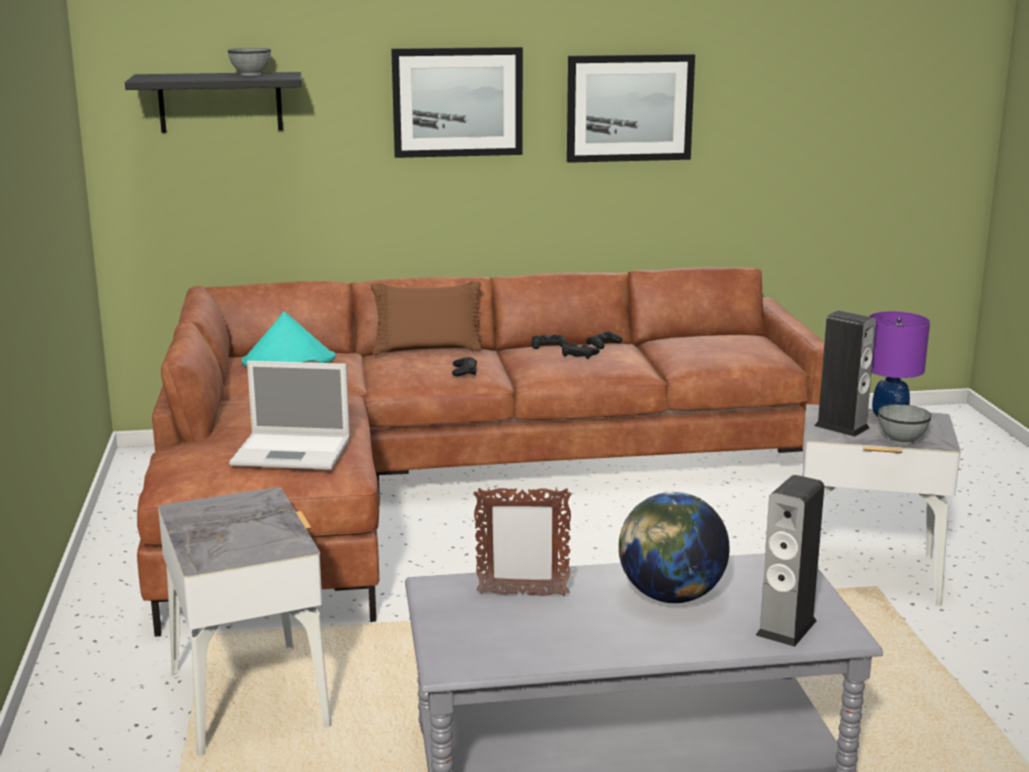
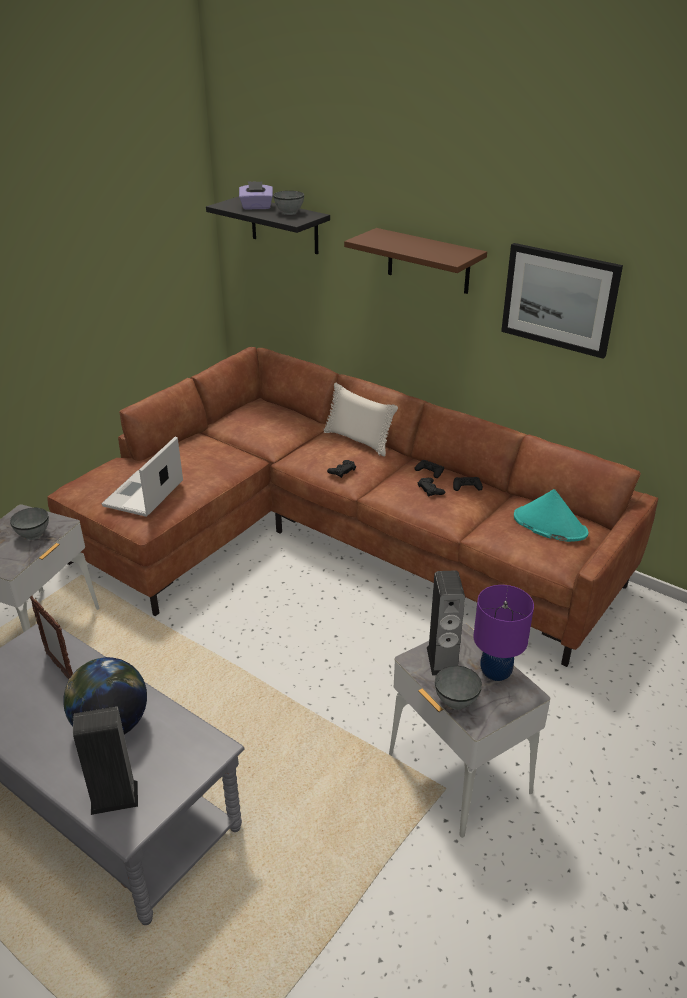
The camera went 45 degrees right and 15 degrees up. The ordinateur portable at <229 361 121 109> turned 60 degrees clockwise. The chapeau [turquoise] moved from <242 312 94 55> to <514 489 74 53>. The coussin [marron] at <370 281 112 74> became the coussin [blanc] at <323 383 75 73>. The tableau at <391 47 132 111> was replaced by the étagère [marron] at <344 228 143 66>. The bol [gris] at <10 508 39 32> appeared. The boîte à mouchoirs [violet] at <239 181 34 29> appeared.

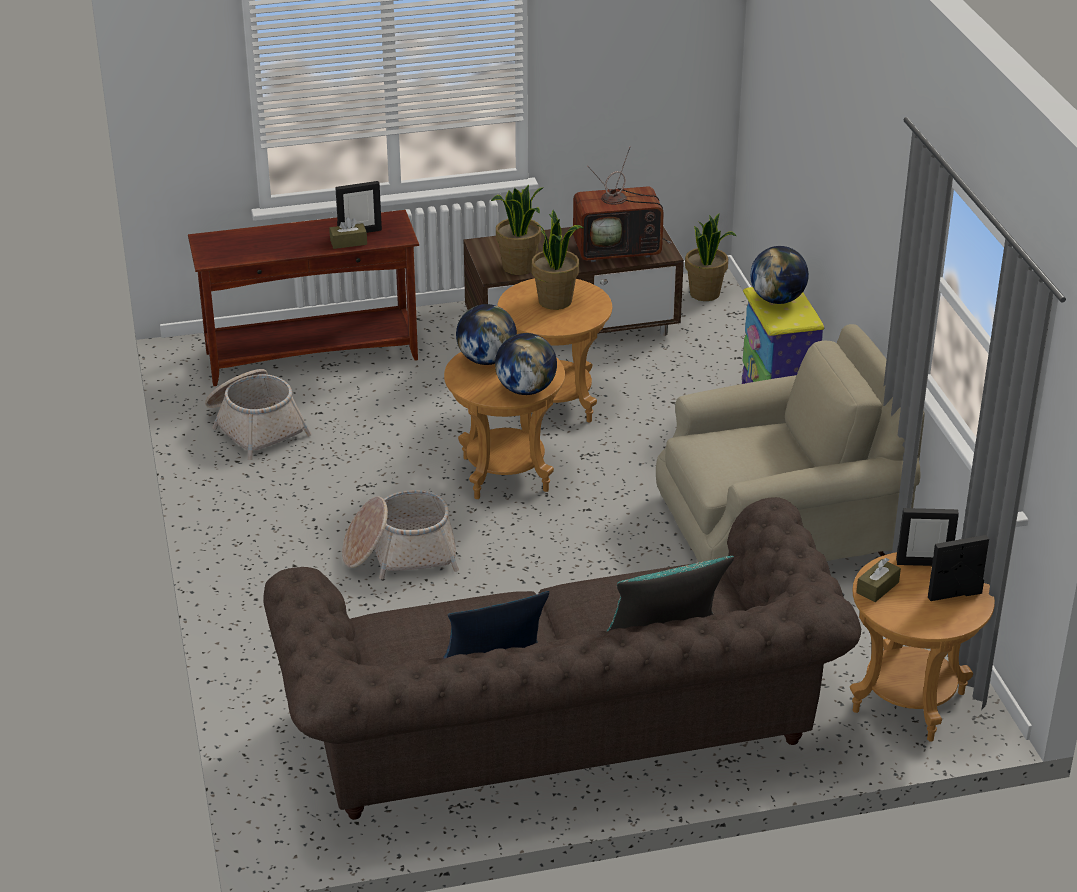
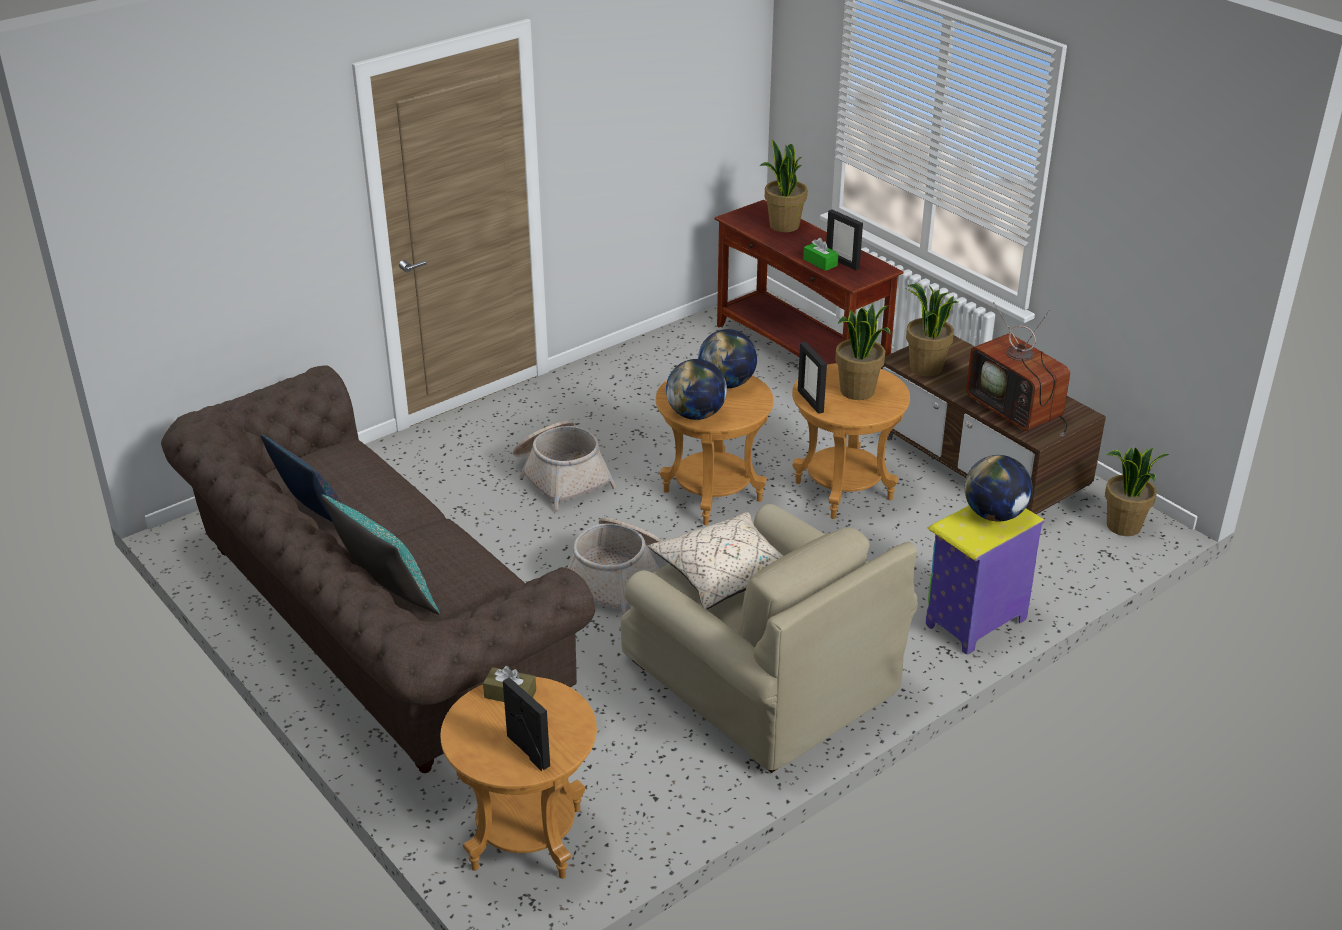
The camera went 65 degrees right and 0 degrees up. The panier moved from <205 369 107 91> to <568 518 94 98>. The boîte à mouchoirs [marron] at <329 217 38 32> became the boîte à mouchoirs [vert] at <803 238 35 33>. The cadre photo moved from <896 508 63 58> to <798 342 29 72>. The coussin [beige] at <648 512 135 97> appeared. The plante en pot at <760 139 47 93> appeared.

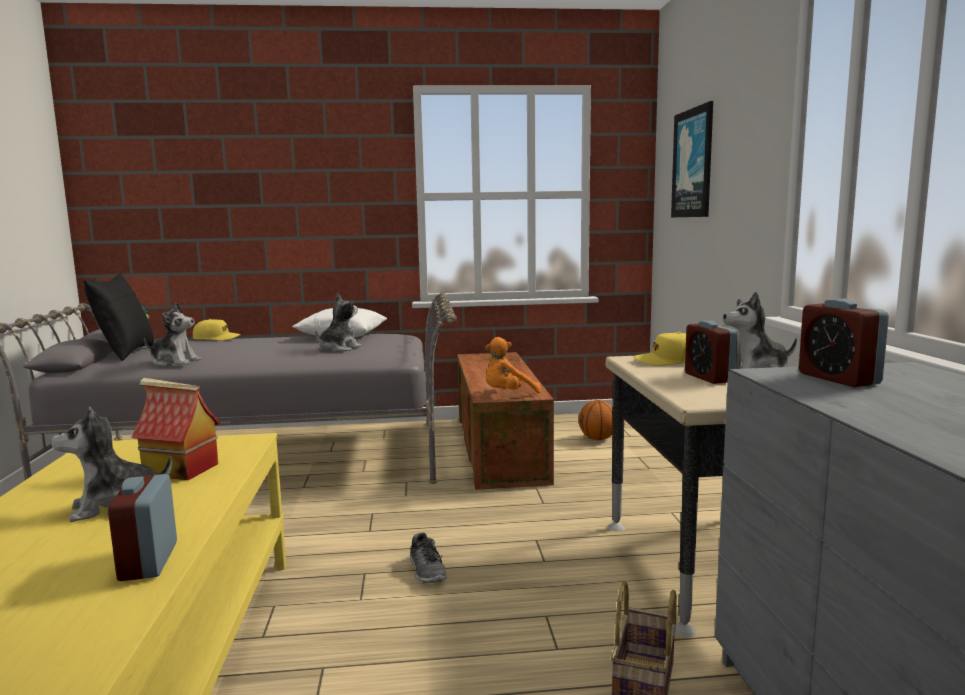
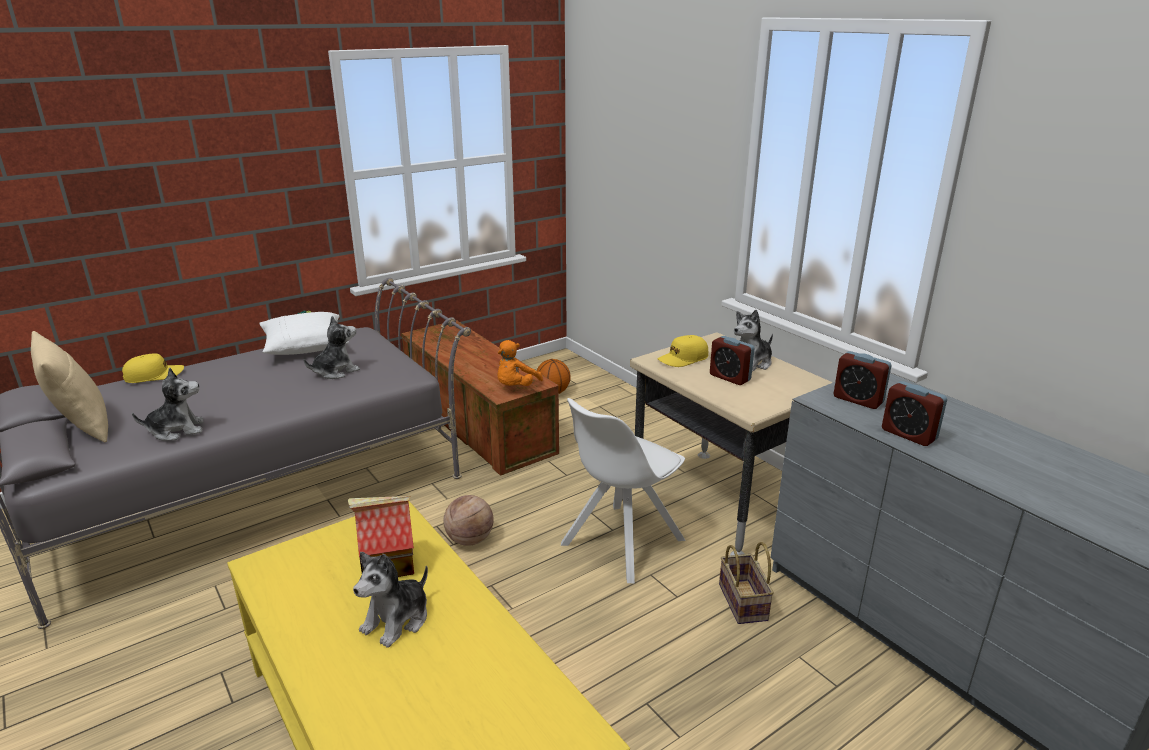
The camera went 30 degrees left and 15 degrees up. The coussin [noir] at <84 273 70 88> became the coussin [beige] at <31 331 77 112>. The réveil moved from <108 474 69 107> to <882 381 65 65>. The peluche at <316 293 45 59> turned 45 degrees clockwise. The chaussure at <409 532 38 52> disappeared. The tableau at <671 101 42 116> disappeared. The ballon de basket at <443 495 51 51> appeared. The chaise [blanc] at <561 398 125 185> appeared.

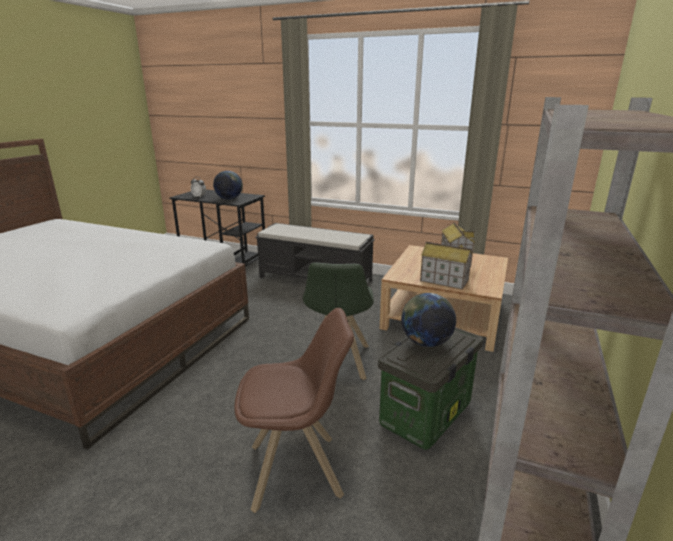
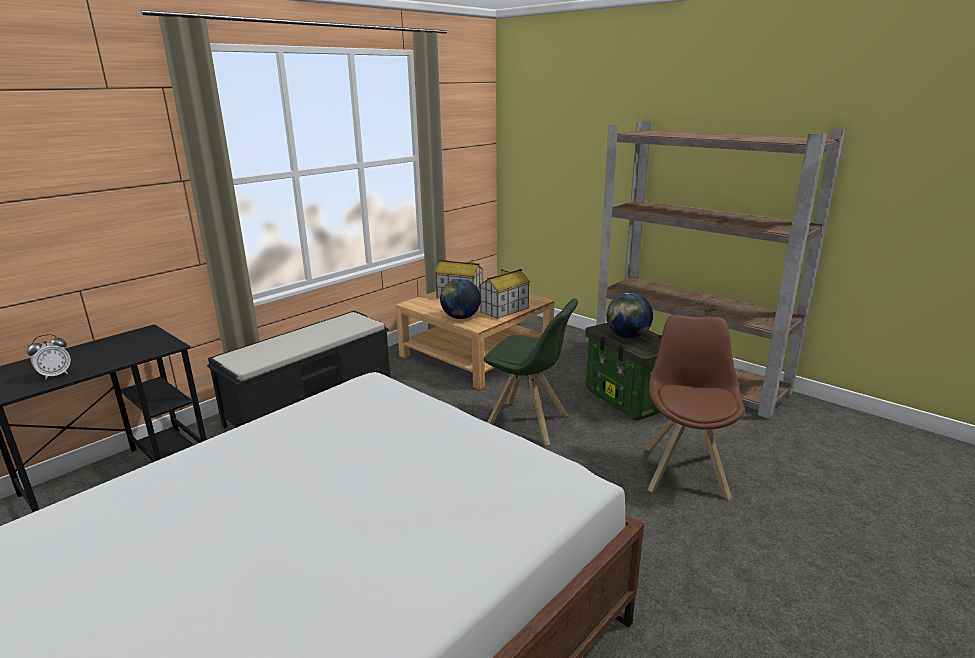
The camera went 70 degrees left and 0 degrees up. The globe moved from <213 171 30 29> to <440 279 41 40>.

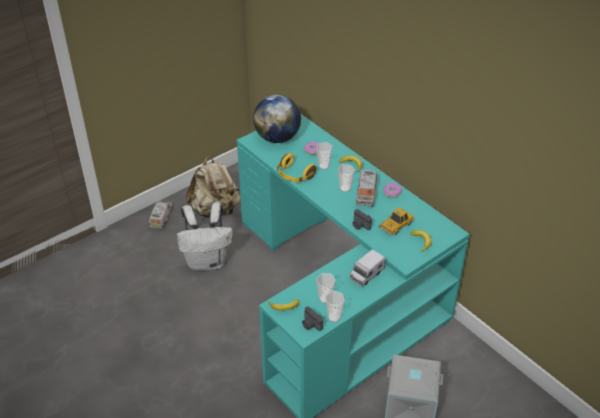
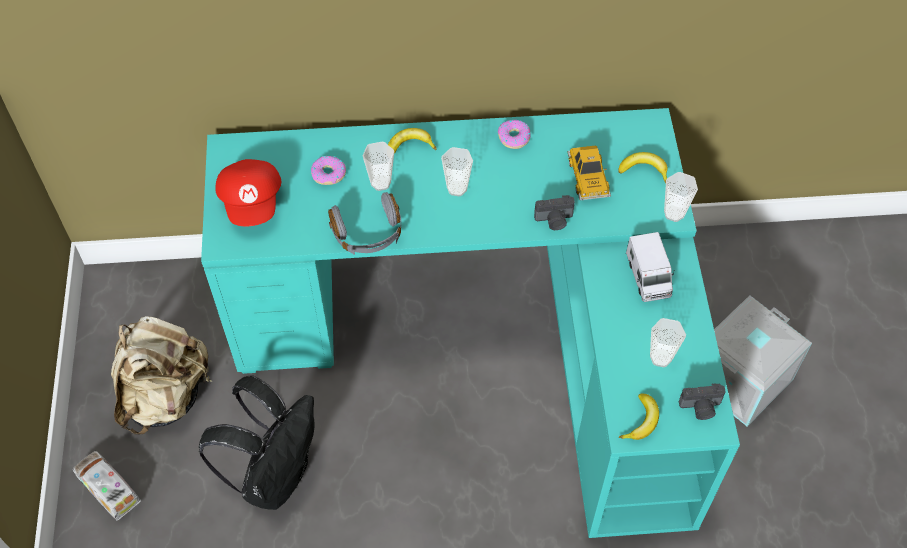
The camera went 55 degrees left and 15 degrees up. The sac à dos [blanc] at <177 202 56 69> became the sac à dos [noir] at <199 375 115 135>. The globe at <253 95 48 48> was replaced by the casquette [rouge] at <216 159 65 67>. The casque audio [jaune] at <277 153 39 30> became the casque audio [gris] at <328 192 73 63>. The tasse moved from <326 291 19 31> to <664 172 34 50>. The camion jouet at <356 170 21 37> disappeared.

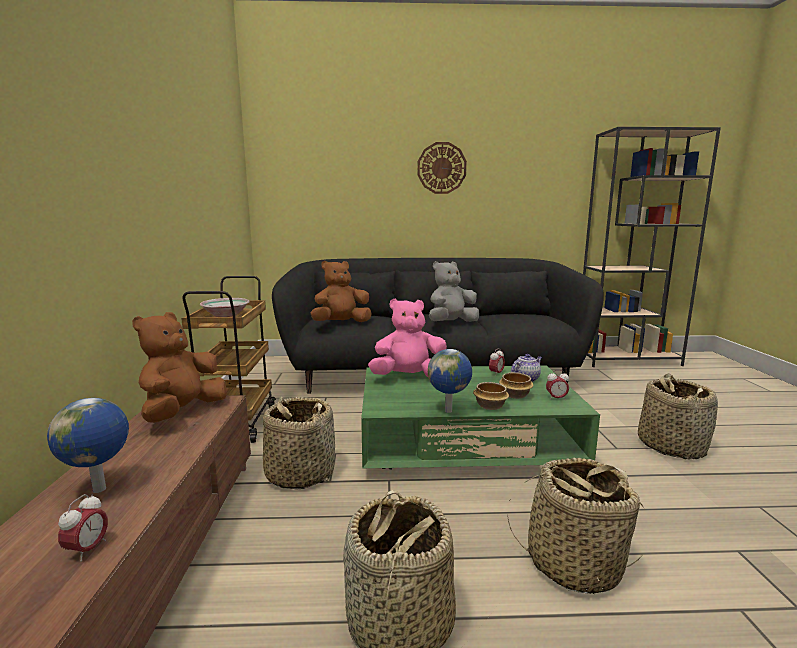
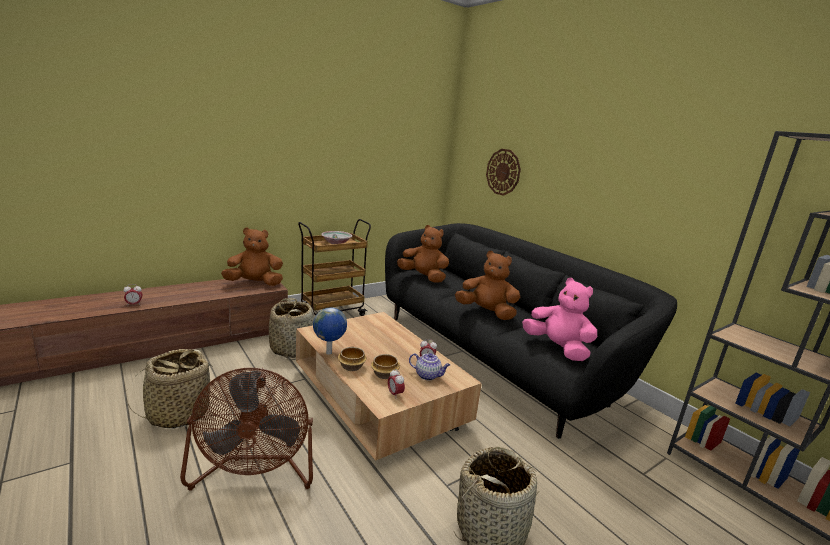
The camera went 55 degrees right and 5 degrees up. The globe at <47 398 82 95> disappeared. The table basse [vert] at <361 366 239 103> became the table basse [marron] at <296 312 186 149>. The peluche [rose] moved from <368 298 79 79> to <522 278 75 83>. The horloge murale moved from <417 142 50 52> to <486 149 35 47>. The peluche [gris] at <429 261 50 61> became the peluche [marron] at <455 251 65 69>. The panier at <507 458 137 137> was replaced by the ventilateur [marron] at <180 367 133 124>.

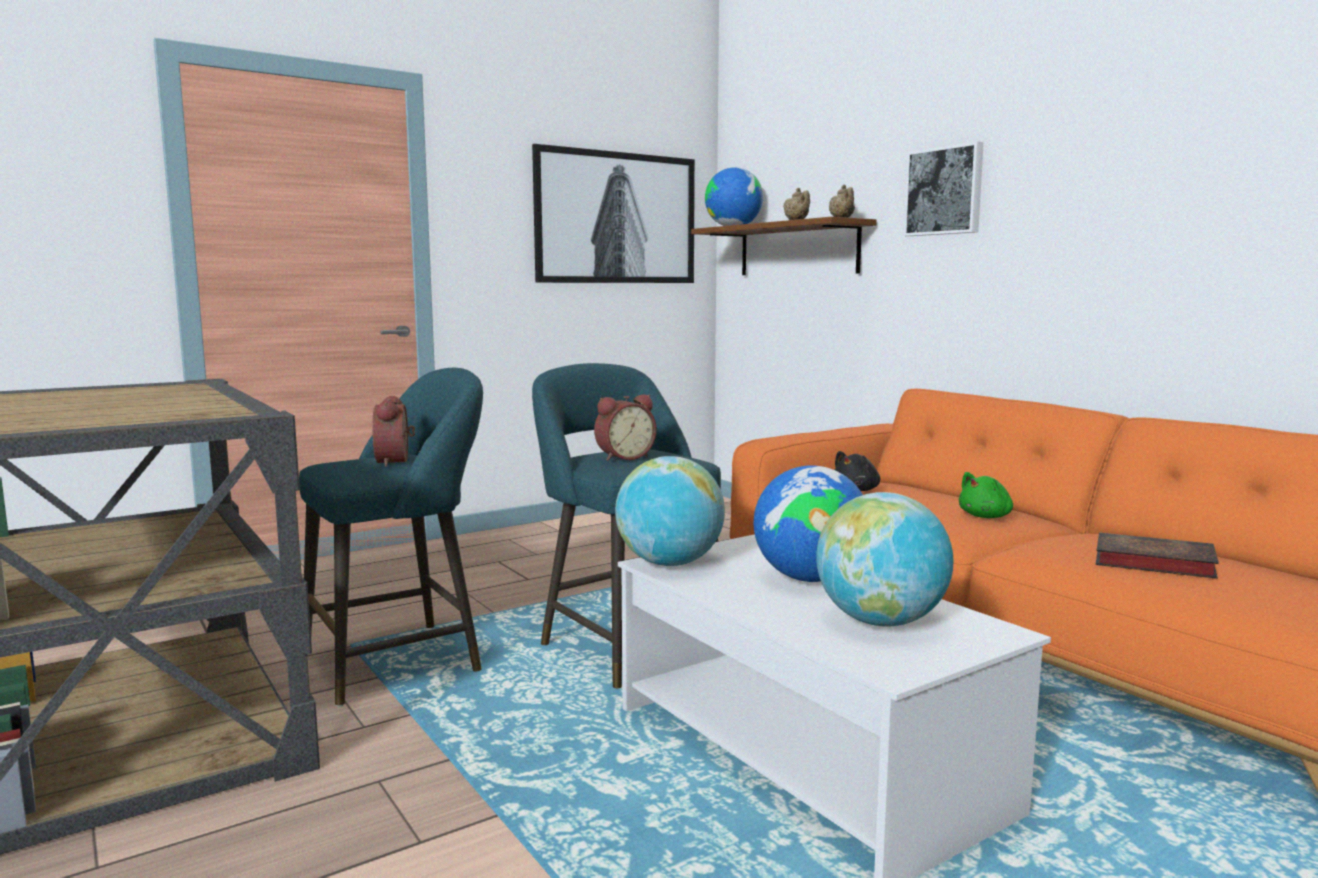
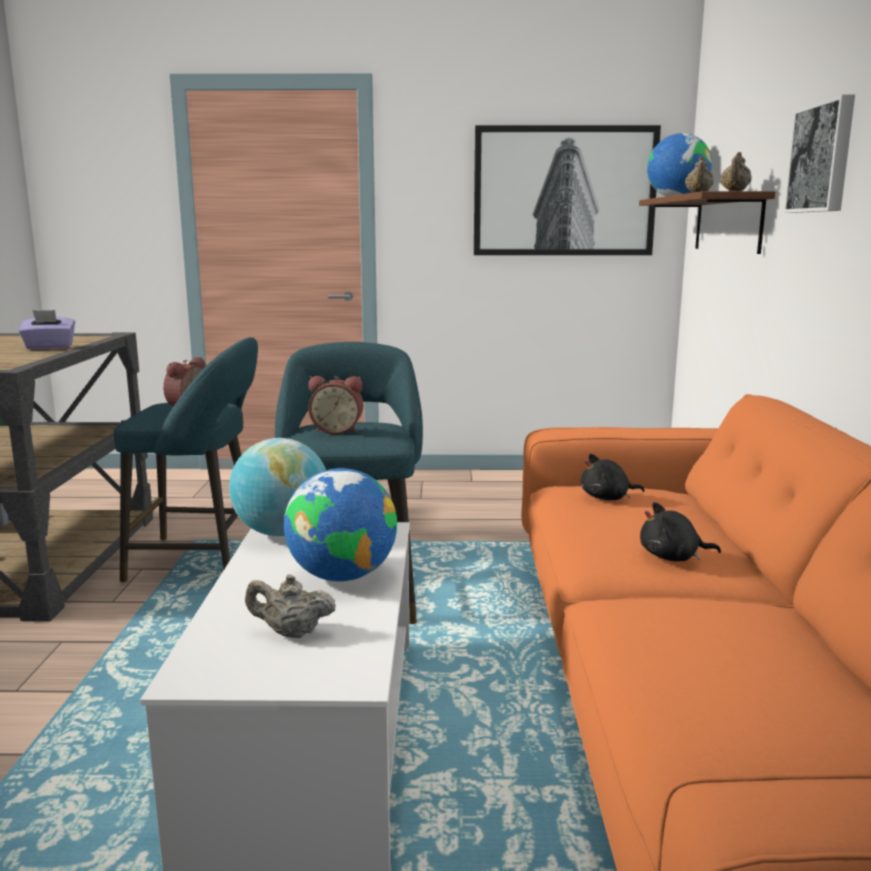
The camera went 35 degrees right and 5 degrees up. The globe at <816 492 138 135> was replaced by the théière [beige] at <245 574 91 64>. The peluche [vert] at <959 472 54 46> became the peluche [noir] at <640 502 81 59>. The livre at <1096 533 123 46> disappeared. The boîte à mouchoirs [violet] at <18 310 57 39> appeared.

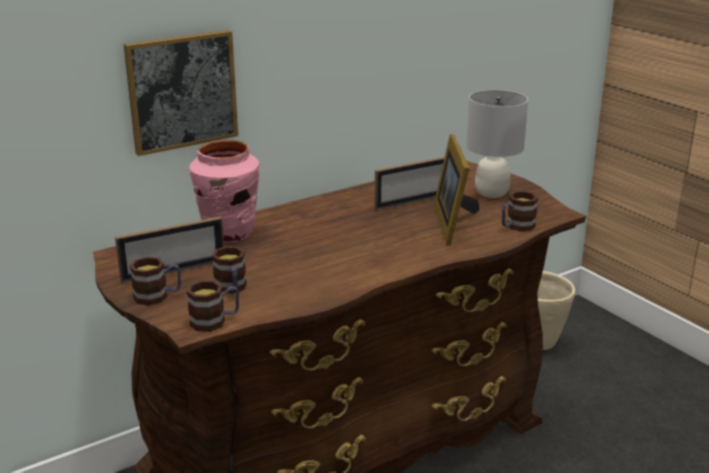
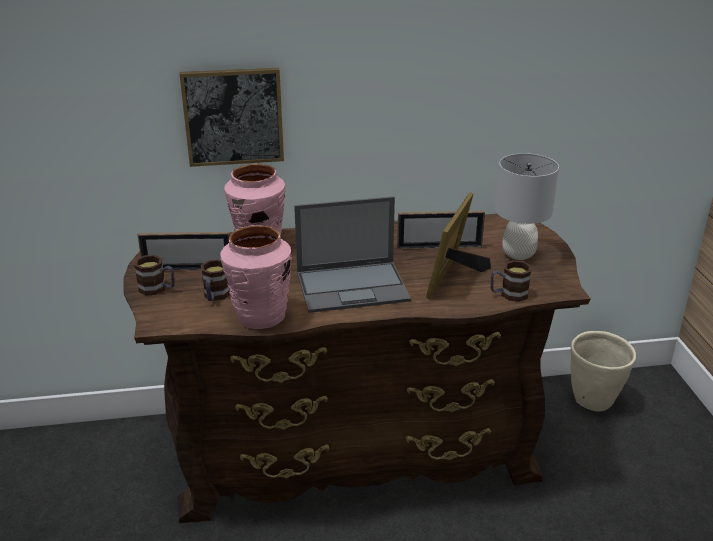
The camera went 25 degrees right and 5 degrees up. The mug at <187 280 52 52> disappeared. The vase [rose] at <221 225 70 104> appeared. The ordinateur portable at <294 196 117 117> appeared.

